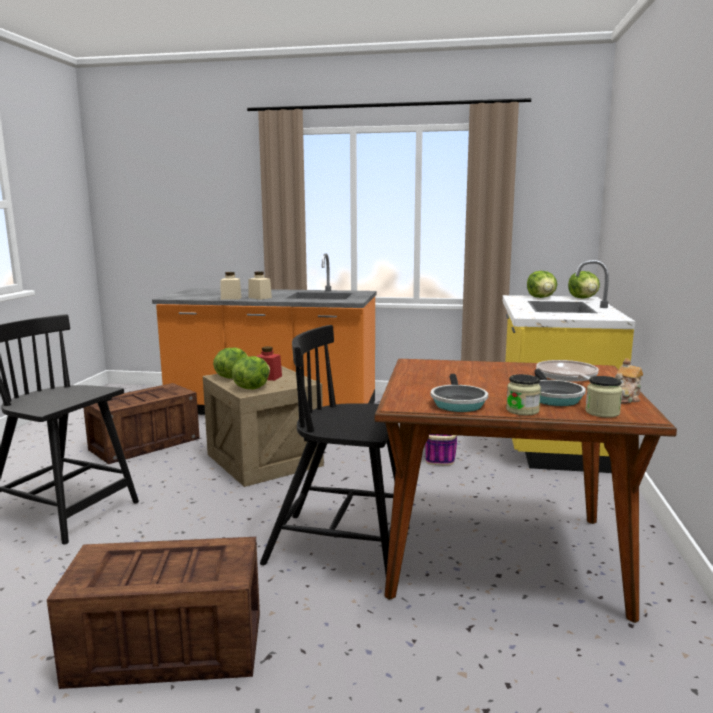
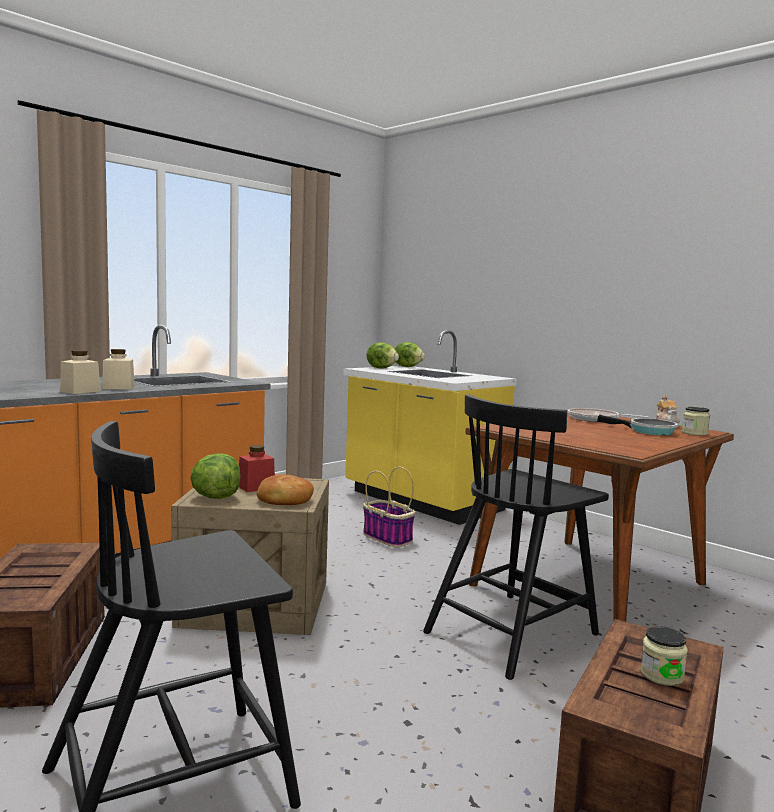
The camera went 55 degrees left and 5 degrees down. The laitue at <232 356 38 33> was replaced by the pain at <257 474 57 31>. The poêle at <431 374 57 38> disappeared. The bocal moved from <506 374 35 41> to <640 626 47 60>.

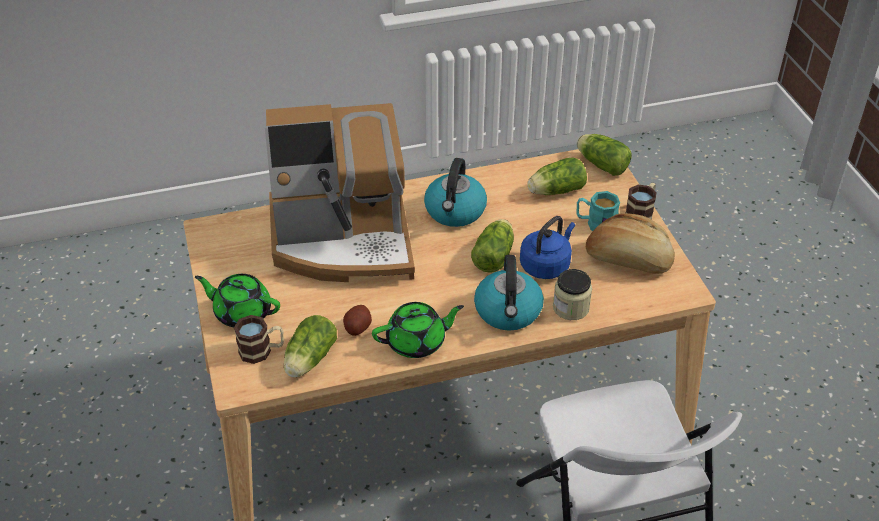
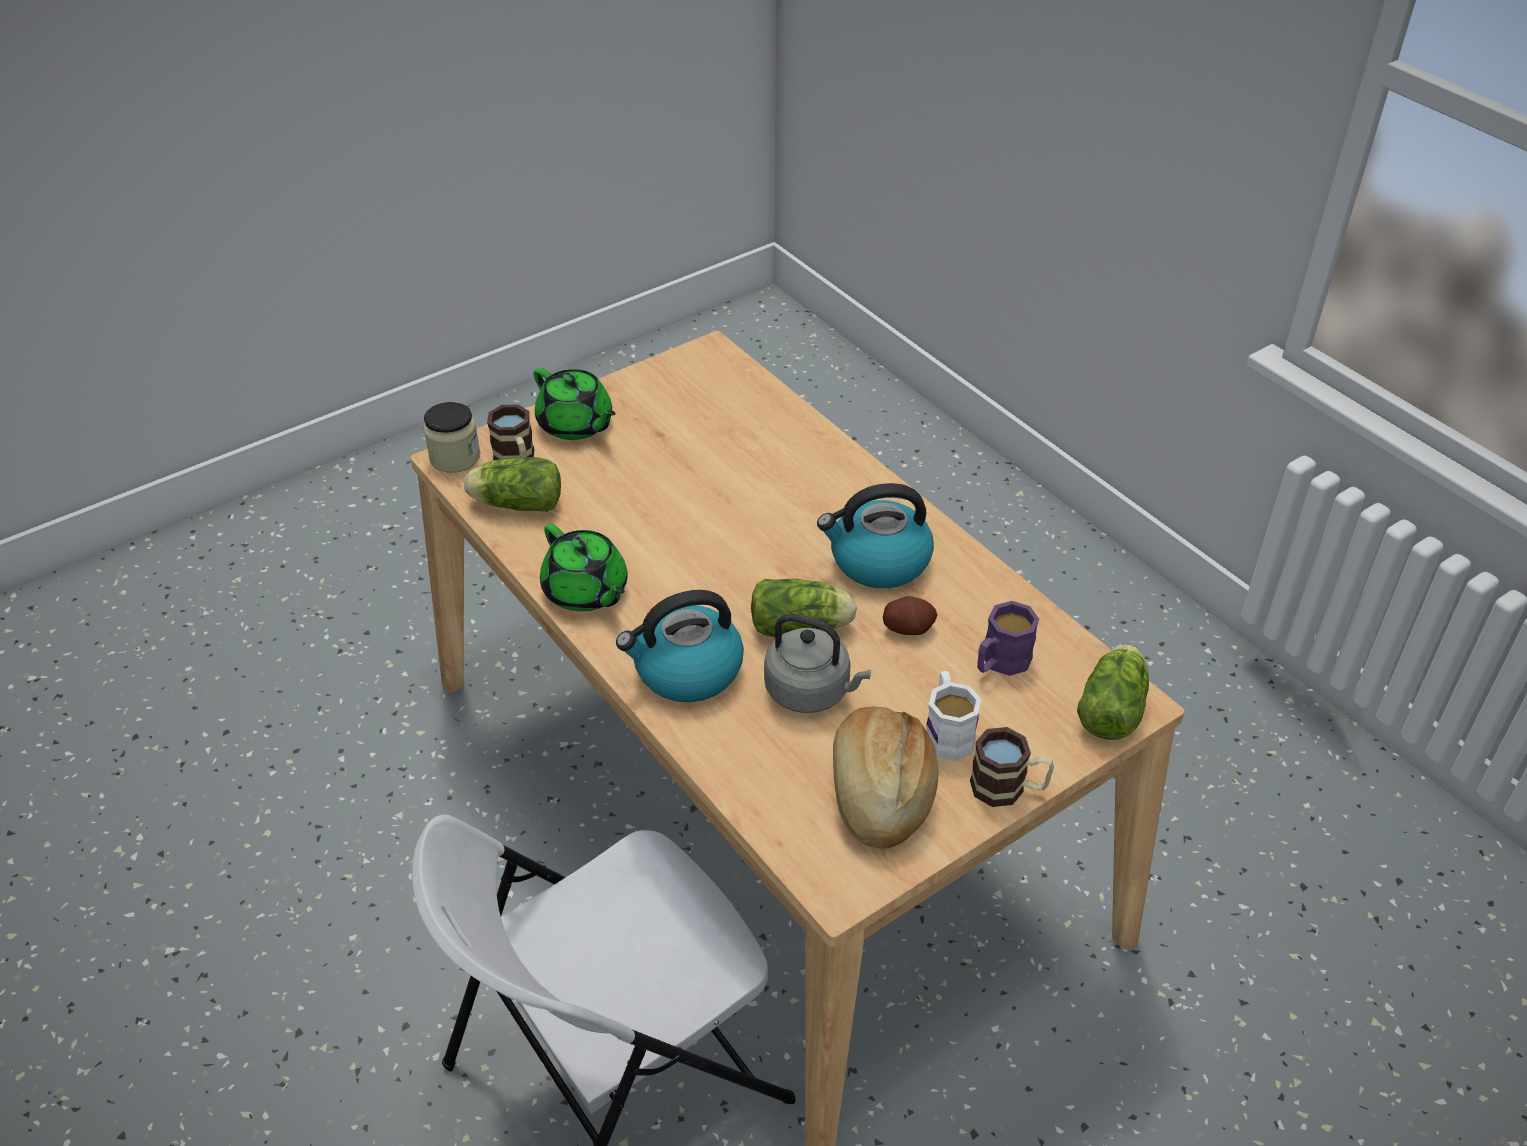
The camera went 70 degrees right and 0 degrees up. The théière [vert] at <195 274 85 53> turned 135 degrees clockwise. The machine à café at <265 103 150 179> disappeared. The pomme de terre moved from <343 305 29 31> to <883 596 55 39>. The bouilloire [bleu] at <520 216 55 63> became the bouilloire [gris] at <764 614 107 99>. The laitue at <527 158 60 37> was replaced by the mug [violet] at <977 601 62 75>. The bocal moved from <553 269 39 51> to <424 402 56 71>. The mug [turquoise] at <577 191 43 40> became the mug [blanc] at <926 671 55 90>.

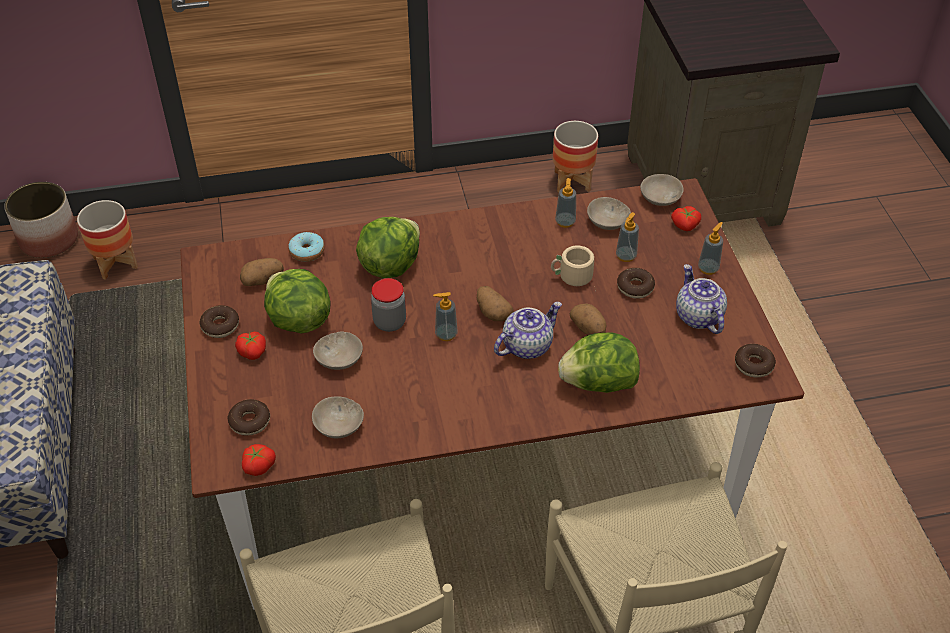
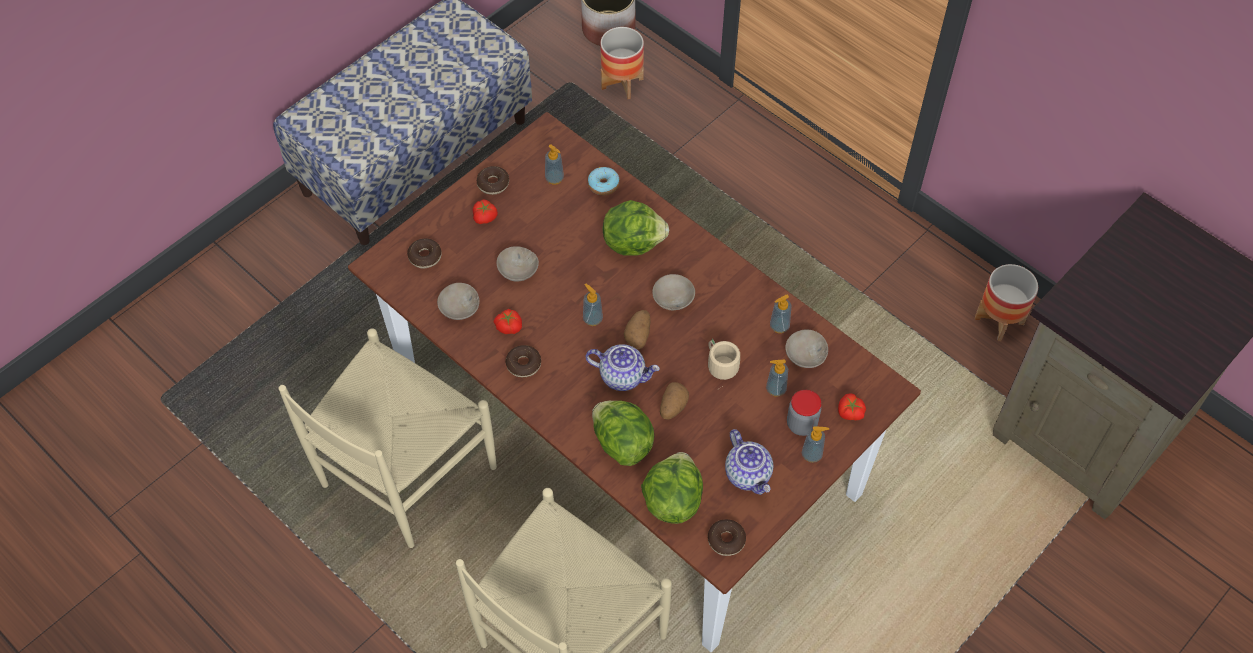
The camera went 55 degrees right and 10 degrees up. The pomme de terre at <240 258 44 28> was replaced by the distributeur de savon at <545 144 19 41>. The tomate moved from <242 444 34 32> to <494 309 28 25>. The laitue moved from <264 269 67 64> to <641 452 62 72>. The bocal moved from <371 278 35 54> to <787 390 34 46>. The beignet moved from <617 268 38 31> to <505 345 36 32>. The bol [beige] moved from <640 174 44 32> to <652 274 43 36>. The théière at <676 264 51 70> turned 120 degrees clockwise.

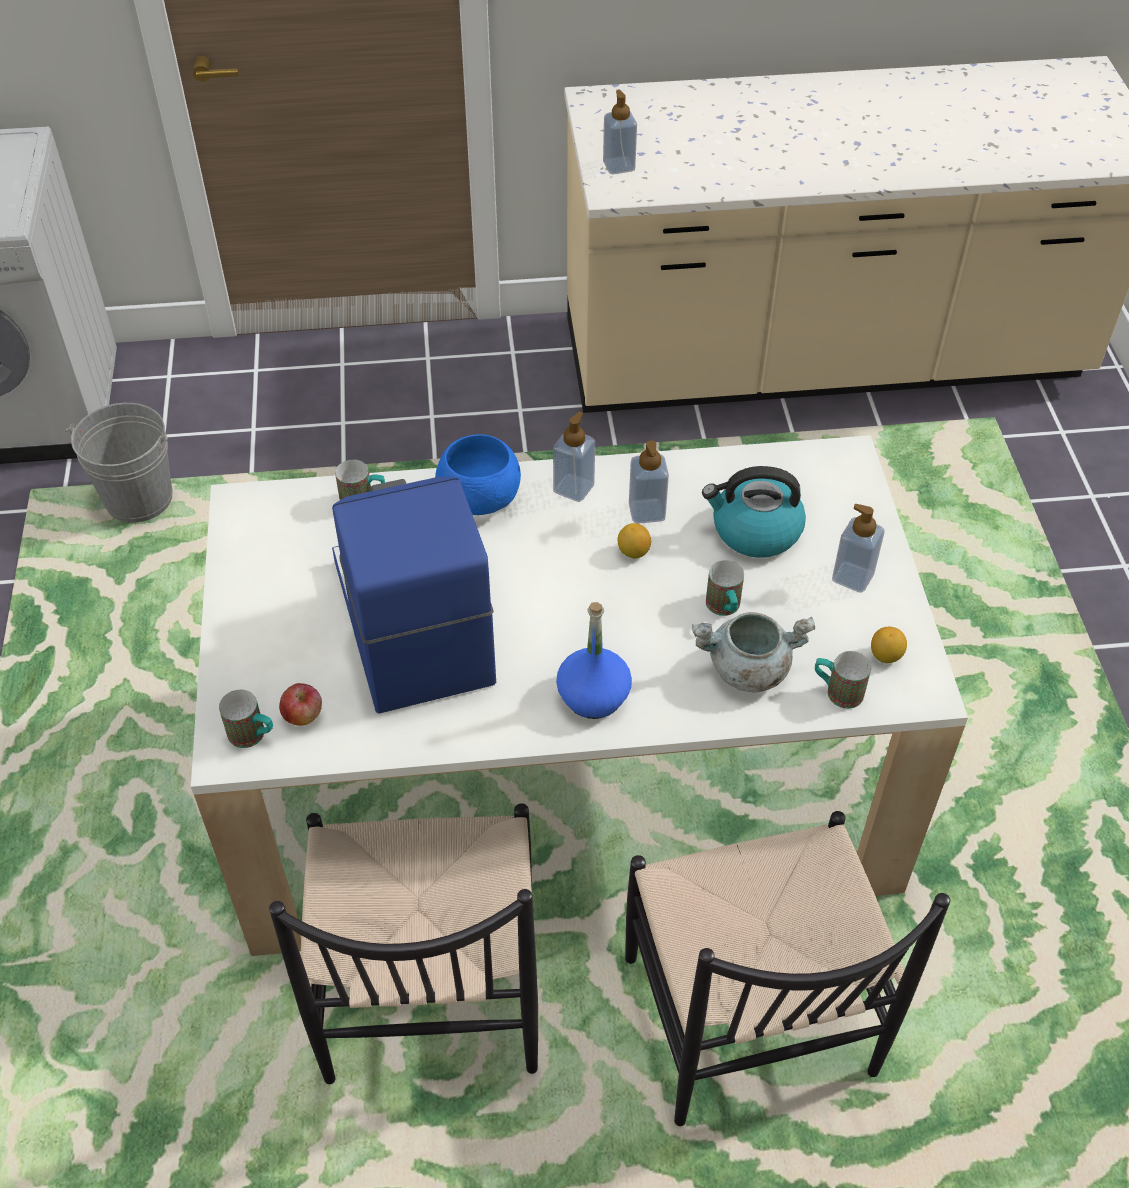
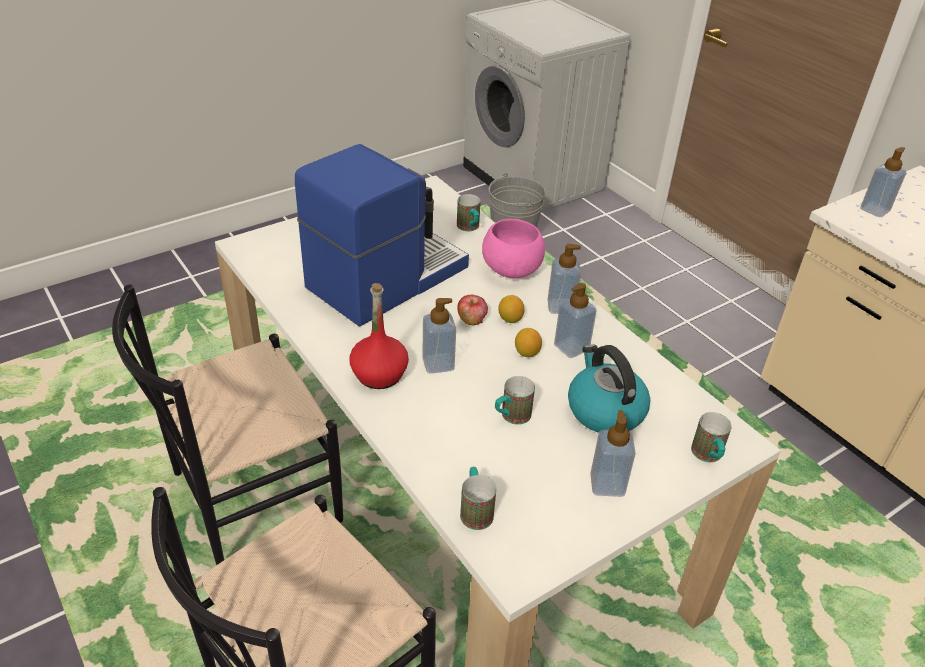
The camera went 60 degrees right and 10 degrees down. The mug moved from <219 690 54 58> to <691 412 41 50>. The pomme moved from <279 683 43 43> to <457 295 31 31>. The bol [bleu] at <435 434 86 81> became the bol [rose] at <482 219 63 59>. The bouteille [bleu] at <556 602 76 117> became the bouteille [rouge] at <349 283 60 106>. The marmite [gris] at <692 612 123 81> disappeared. The citron moved from <871 626 36 37> to <498 295 26 28>. The distributeur de savon at <422 298 34 76> appeared.

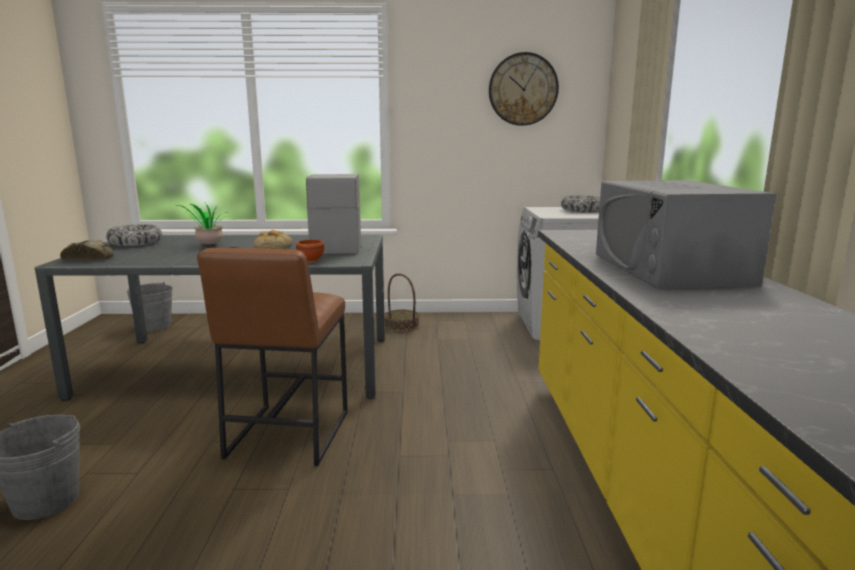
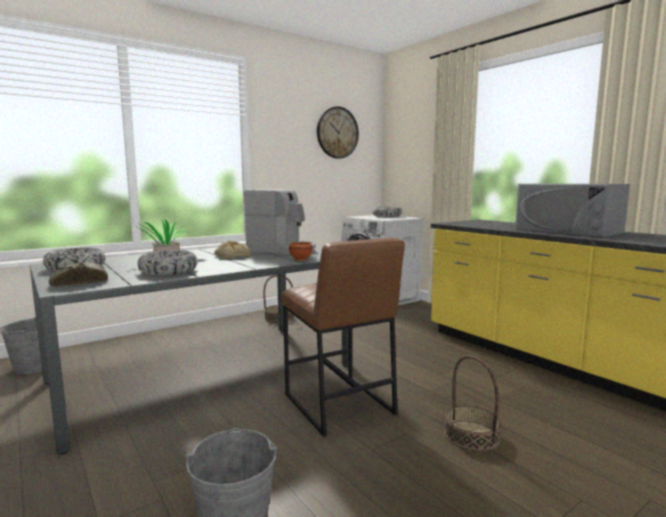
The camera went 35 degrees left and 5 degrees down. The machine à café at <306 174 56 80> turned 150 degrees clockwise. The bol at <138 250 60 25> appeared. The panier at <445 355 56 96> appeared.

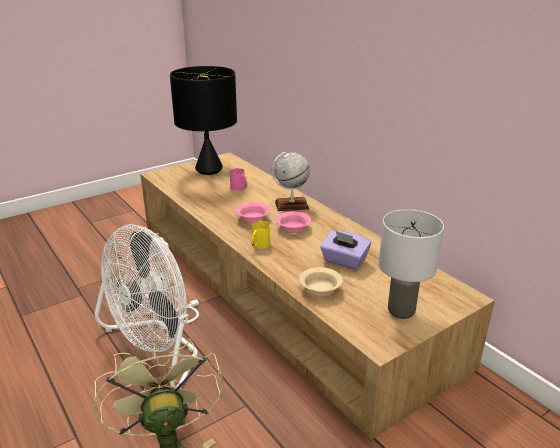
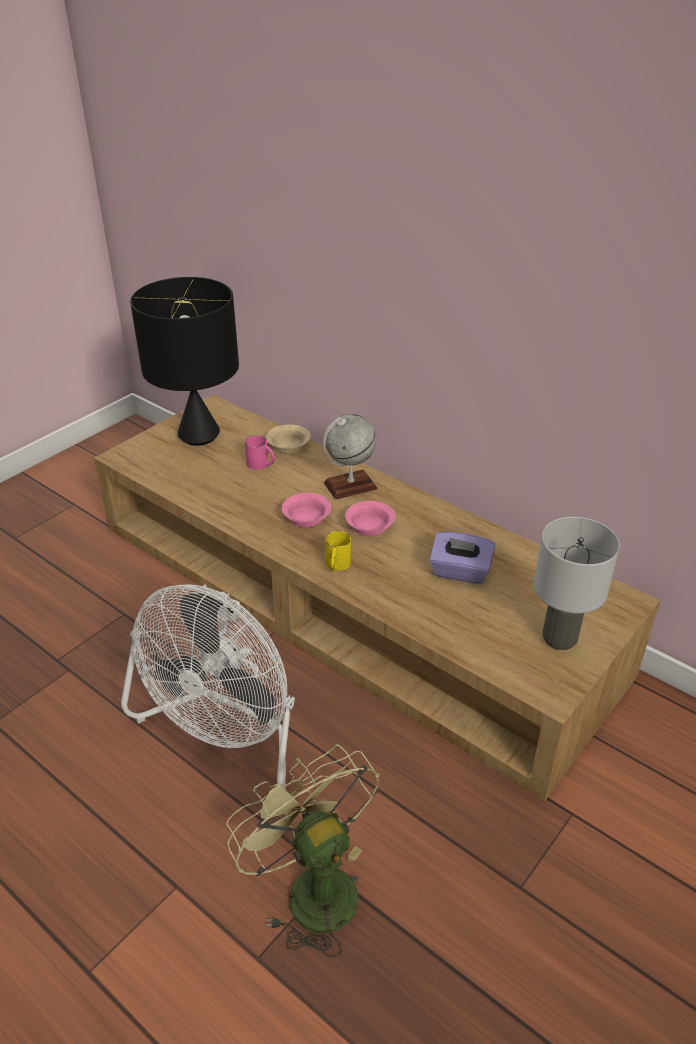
The camera went 15 degrees left and 10 degrees up. The bol [beige] moved from <299 267 44 29> to <266 424 45 30>.

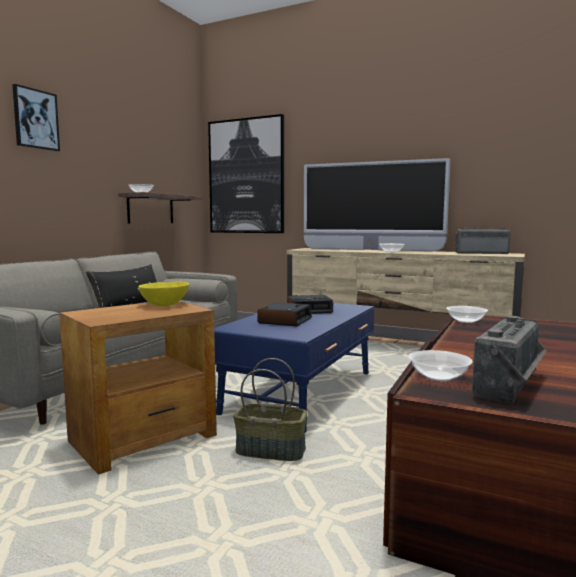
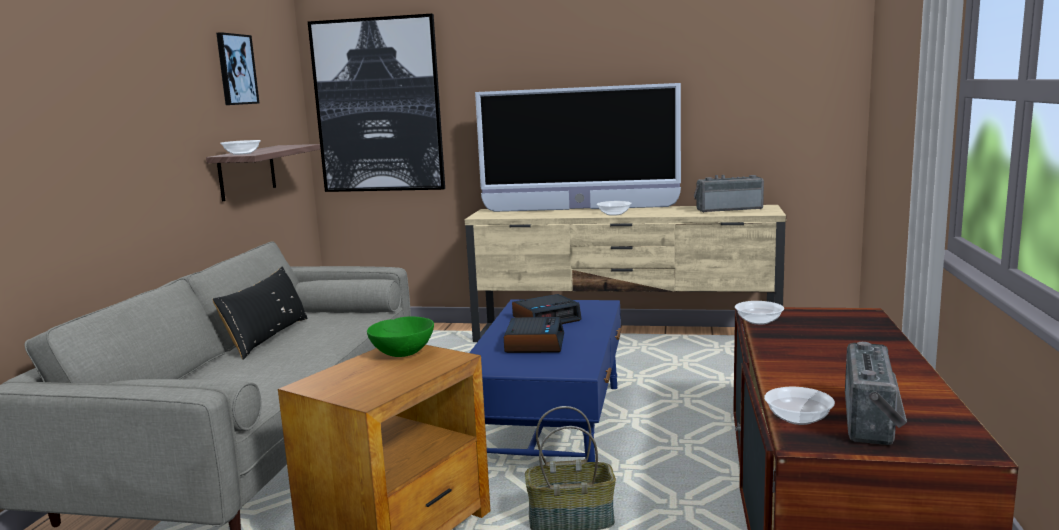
The camera went 15 degrees left and 5 degrees up. The tableau moved from <12 84 48 67> to <216 32 43 73>. The bol [jaune] at <138 282 51 24> became the bol [vert] at <367 316 67 41>.

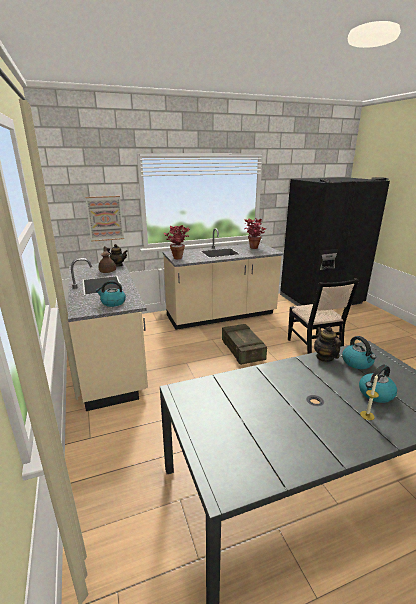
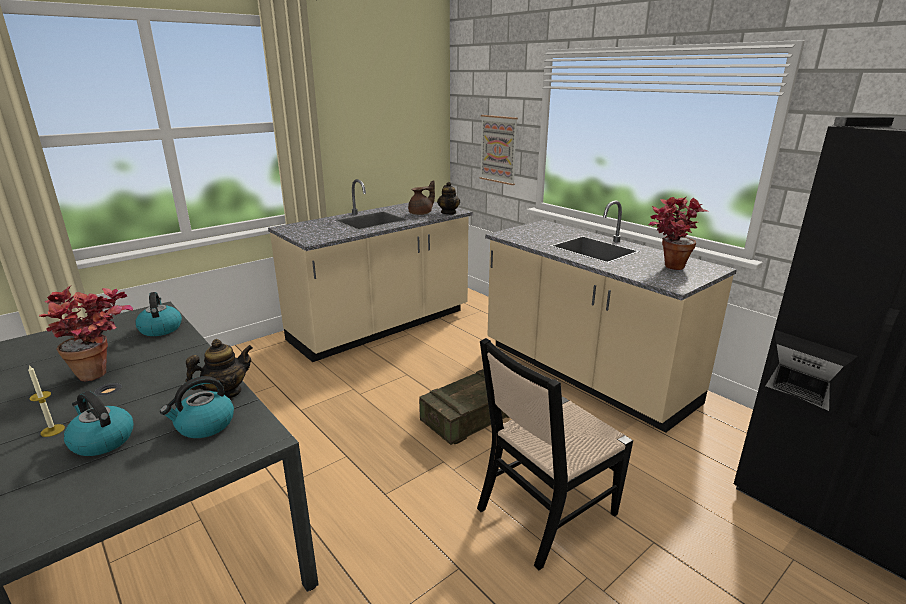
The camera went 70 degrees right and 0 degrees up. The bouilloire moved from <96 280 30 27> to <135 292 47 44>. The plante en pot moved from <163 225 27 34> to <39 286 94 95>.

